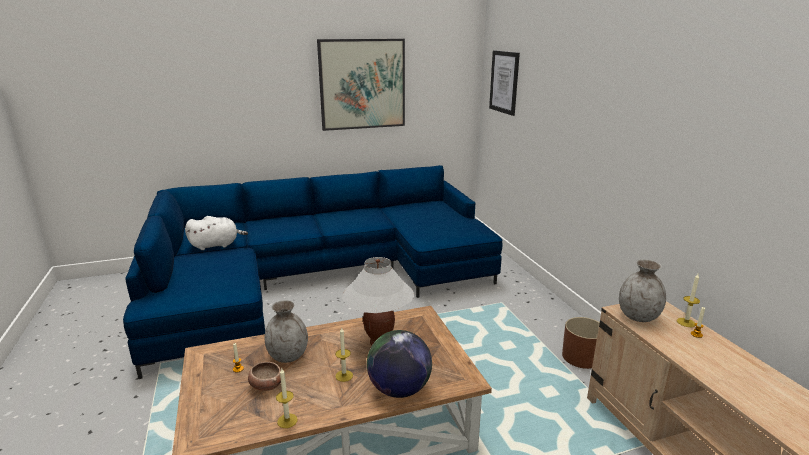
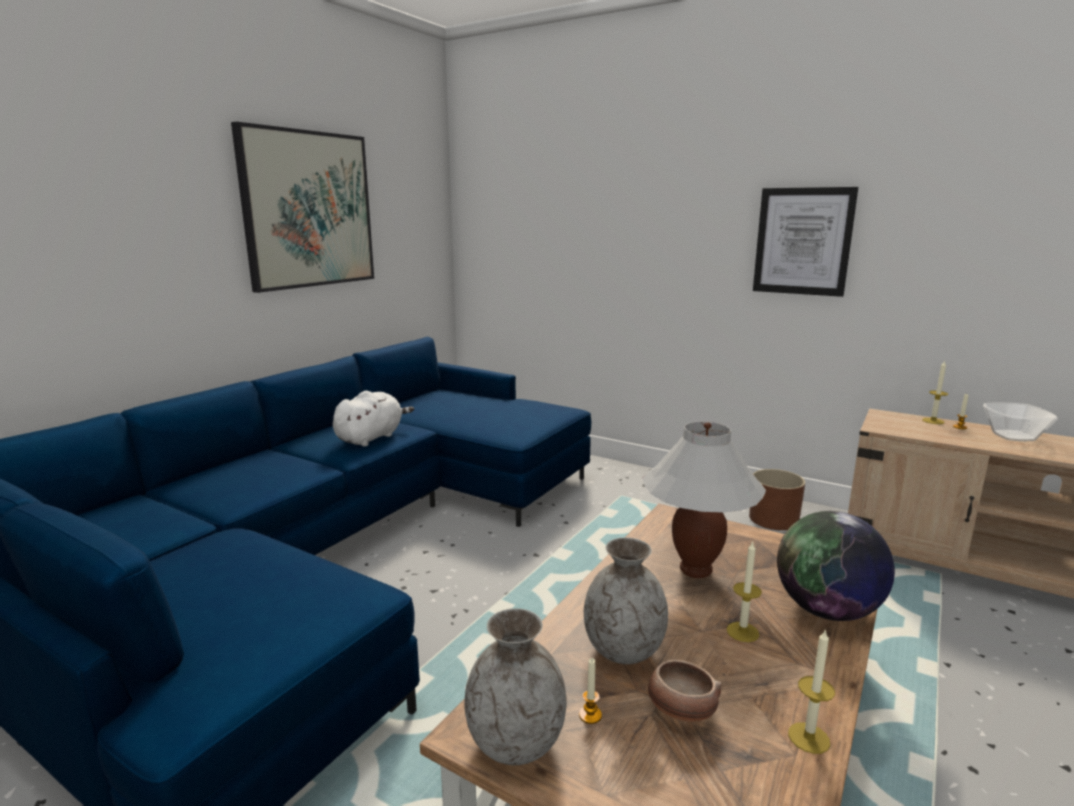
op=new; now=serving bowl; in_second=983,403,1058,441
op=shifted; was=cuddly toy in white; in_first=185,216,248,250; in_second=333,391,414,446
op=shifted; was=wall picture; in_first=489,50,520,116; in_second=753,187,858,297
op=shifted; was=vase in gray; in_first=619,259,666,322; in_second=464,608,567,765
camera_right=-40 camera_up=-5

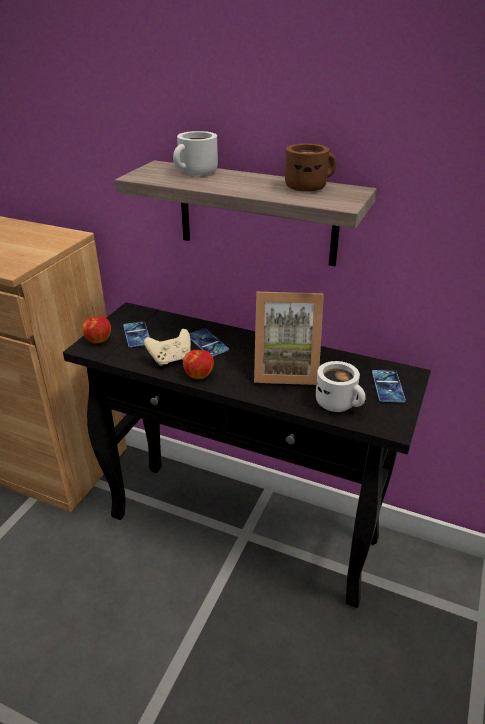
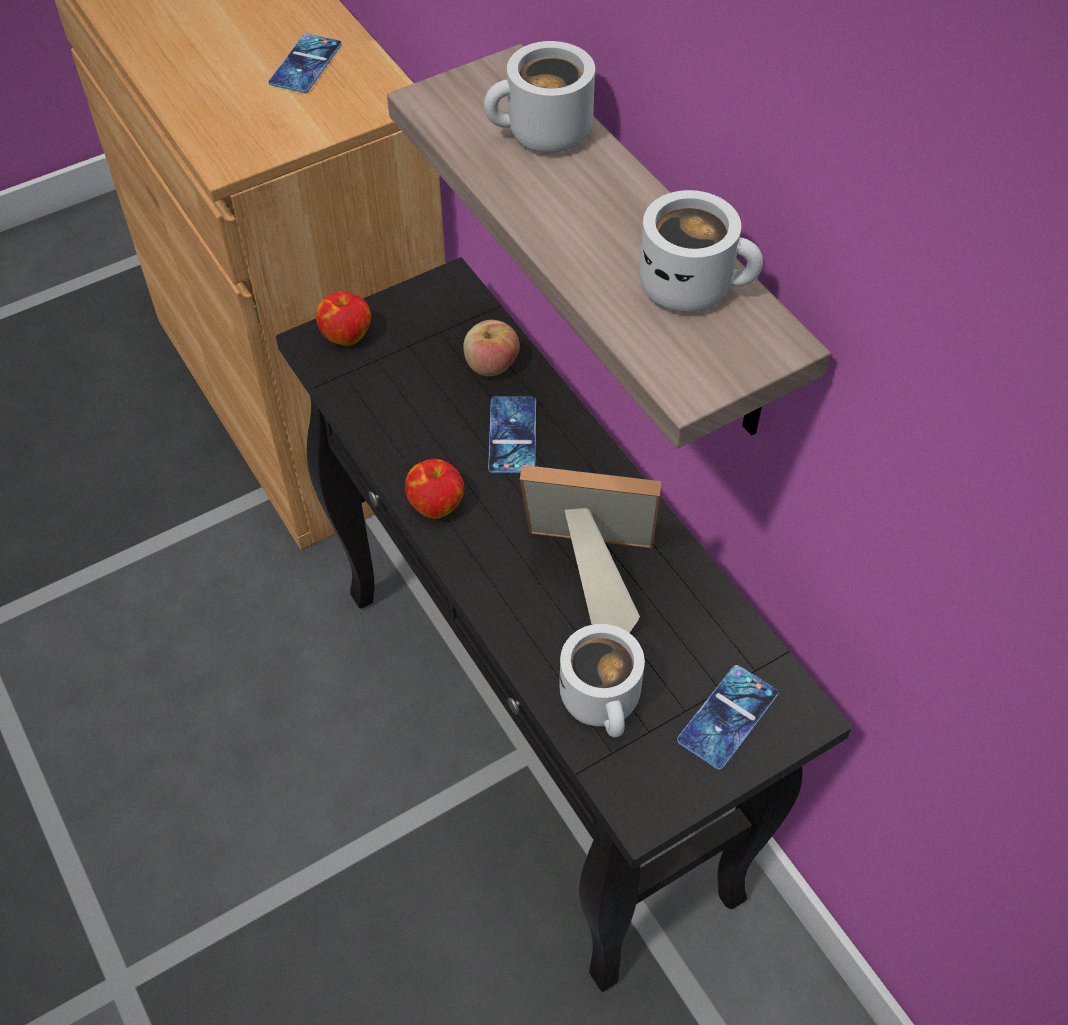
op=gone; was=gamepad in beige; in_first=144,329,191,366
op=new; now=apple fruit; in_second=463,320,520,376
op=shifted; was=handset; in_first=123,321,149,347; in_second=268,34,342,93
op=repainted; was=mug in brown; now=mug in white; in_first=285,143,337,192; in_second=639,190,763,312
op=rotated; was=photo frame; in_first=254,292,324,385; in_second=520,465,661,633; clockwise=150
camera_right=35 camera_up=20

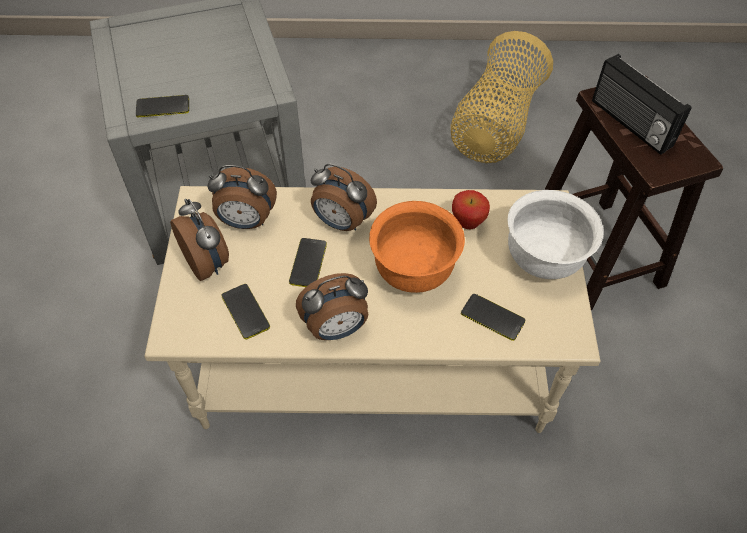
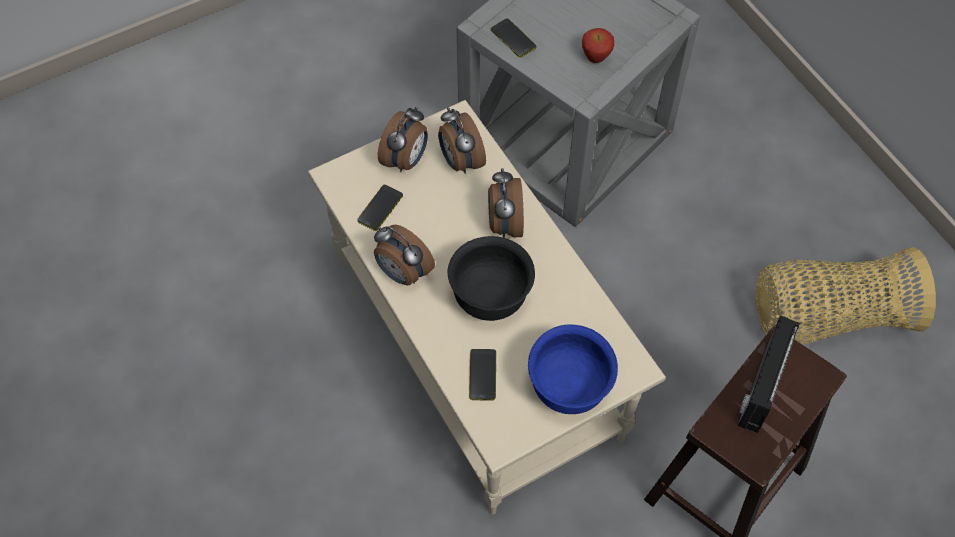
op=gone; was=handset; in_first=289,238,327,287
op=shifted; was=apple fruit; in_first=452,190,490,229; in_second=582,28,614,63
op=repainted; was=serving bowl in orangey; now=serving bowl in black-coloured; in_first=369,201,465,293; in_second=448,236,535,321
op=repainted; was=serving bowl in white; now=serving bowl in blue; in_first=508,190,603,279; in_second=528,324,618,414
camera_right=60 camera_up=5

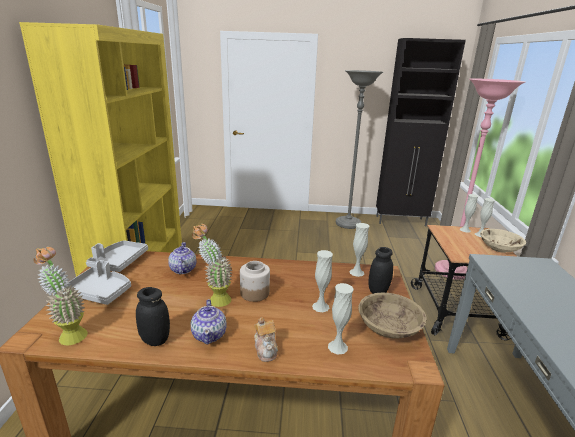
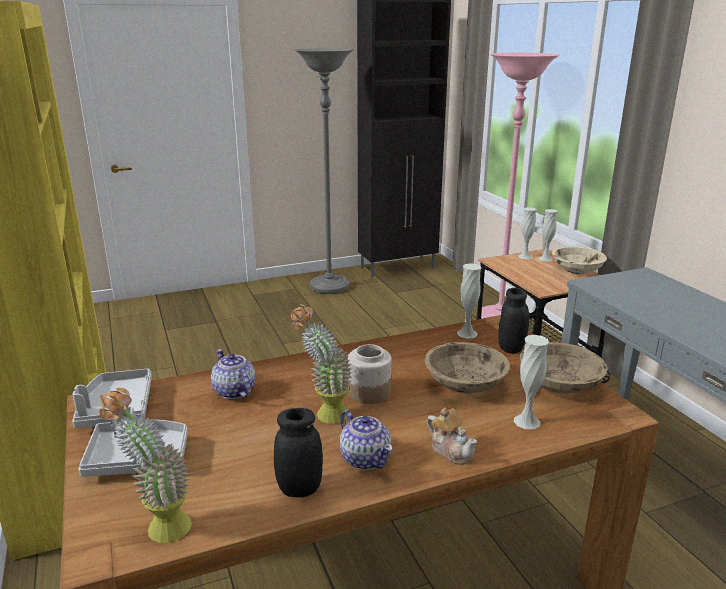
op=swapped; was=vase in white; now=serving bowl in beige; in_first=312,250,333,312; in_second=425,342,510,394
camera_right=-25 camera_up=0

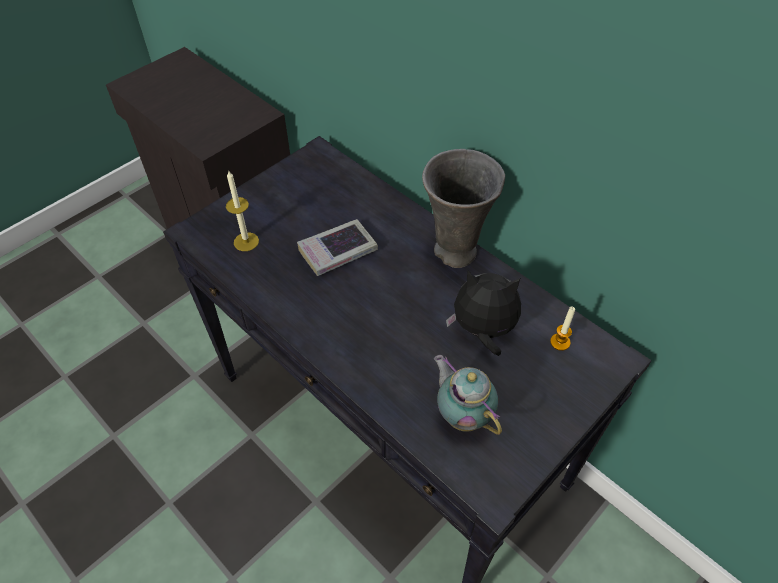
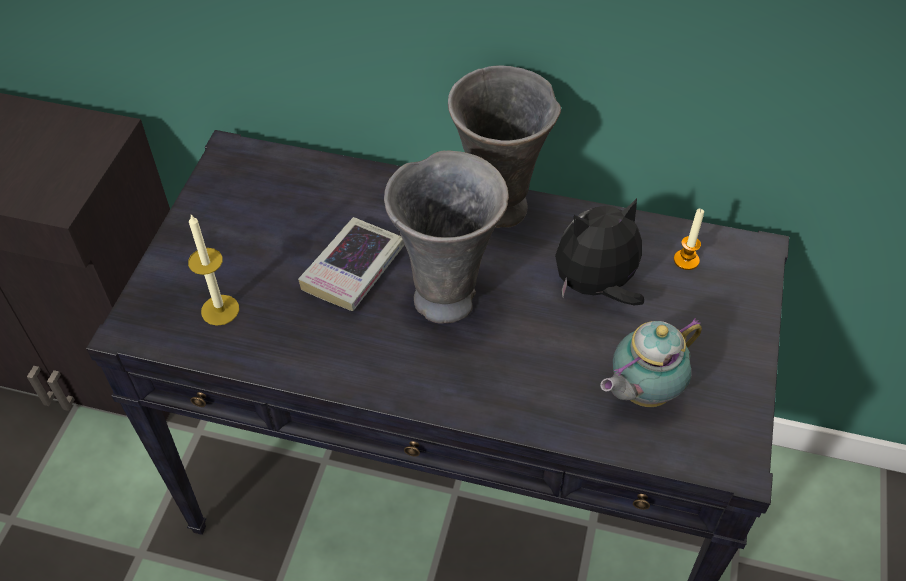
op=new; now=vase in gray; in_second=384,151,509,324
op=rotated; was=tea pot; in_first=434,355,502,435; in_second=600,318,702,407; clockwise=-60
camera_right=-30 camera_up=0

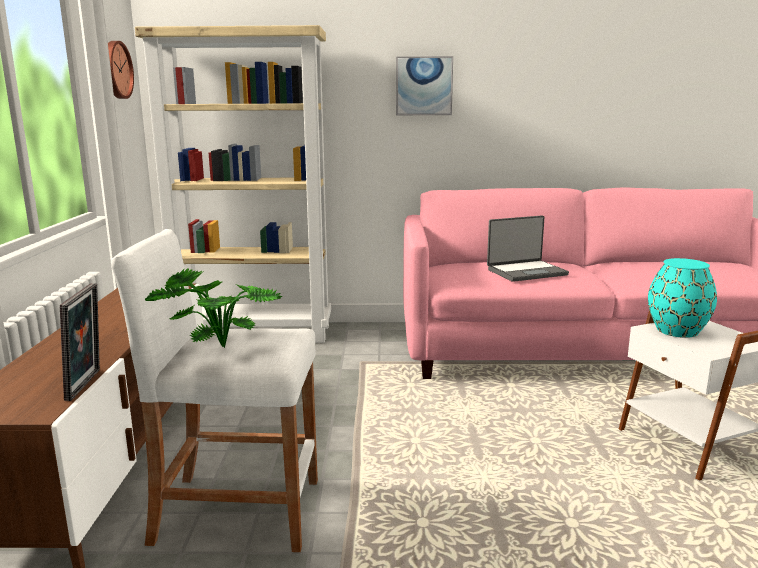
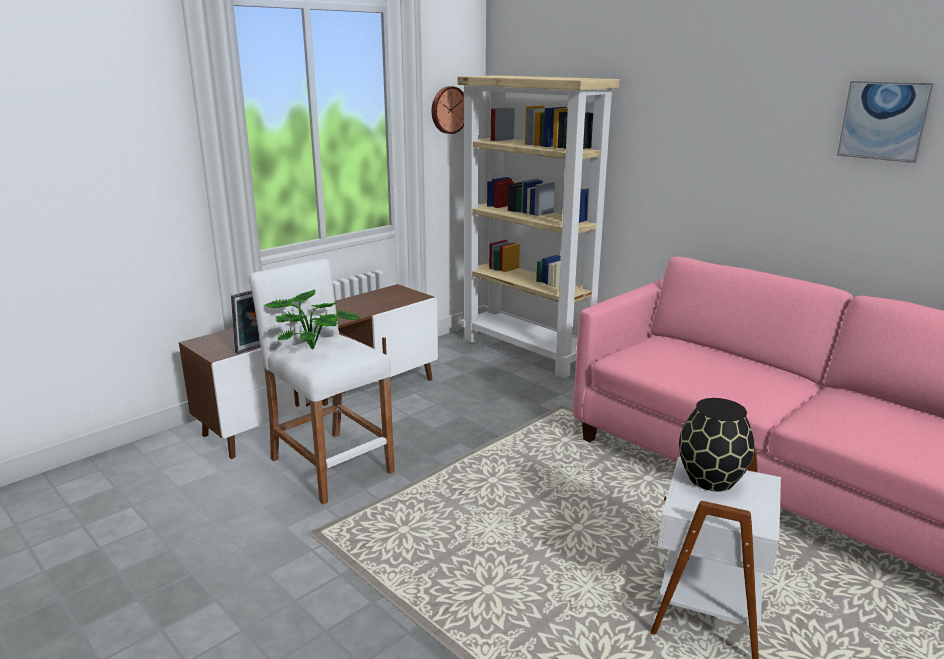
op=gone; was=notebook computer; in_first=487,216,569,282
op=shifted; was=wall picture; in_first=396,56,453,115; in_second=837,81,935,163
op=repainted; was=vase in blue-green; now=vase in black-coloured; in_first=648,258,717,338; in_second=679,398,754,492
camera_right=45 camera_up=5

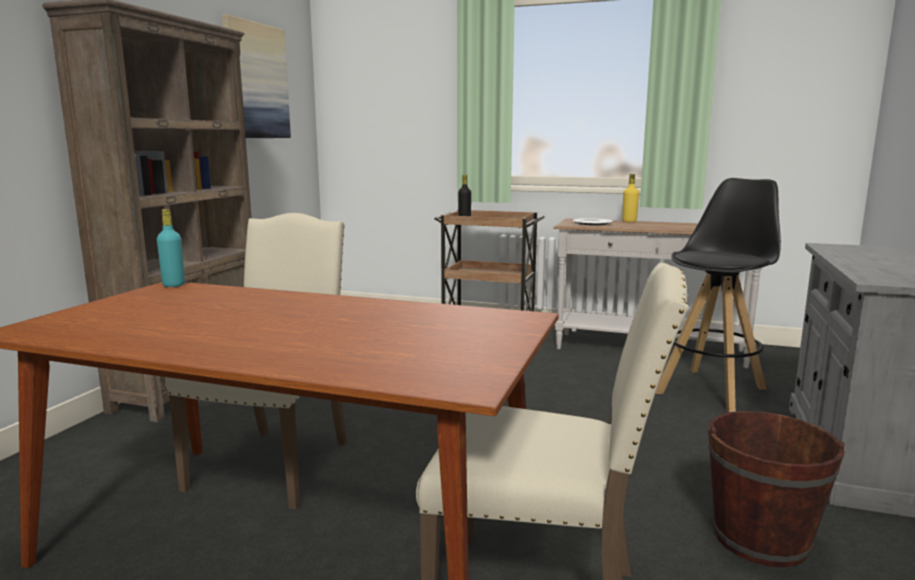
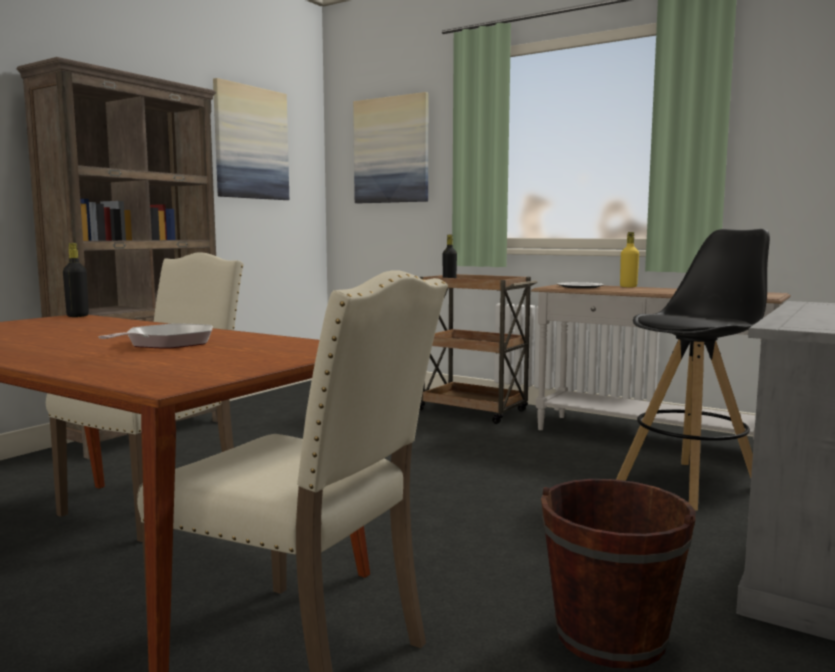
op=new; now=pan; in_second=98,323,213,349
op=new; now=wall picture; in_second=353,92,428,203
op=repainted; was=bottle in blue-green; now=bottle in black-coloured; in_first=157,209,185,287; in_second=63,243,89,317
camera_right=15 camera_up=-5

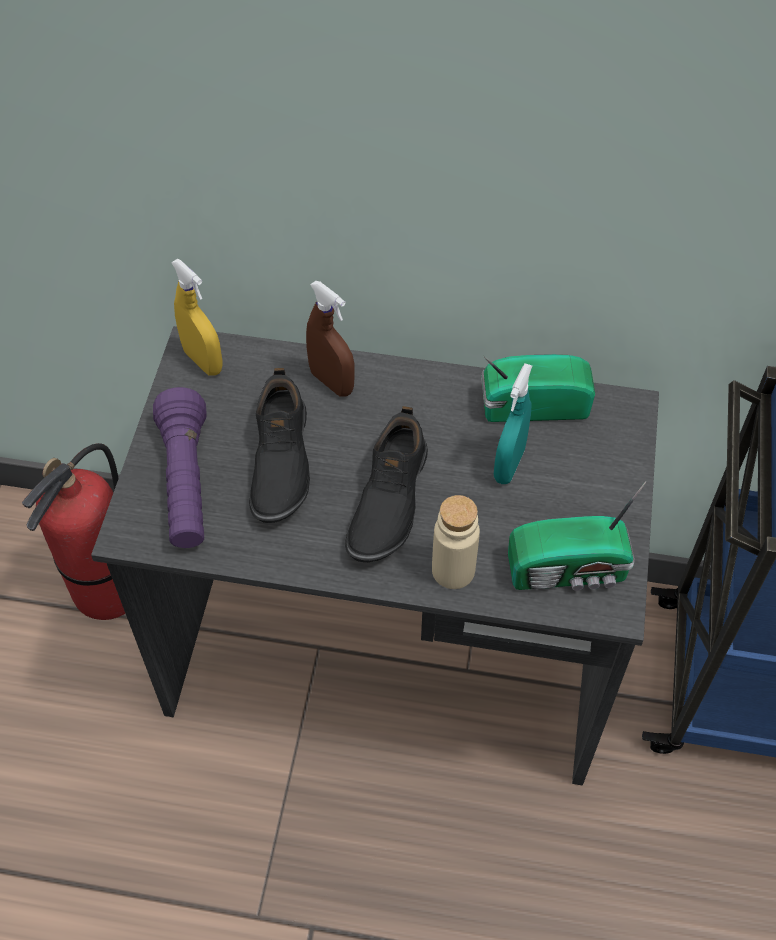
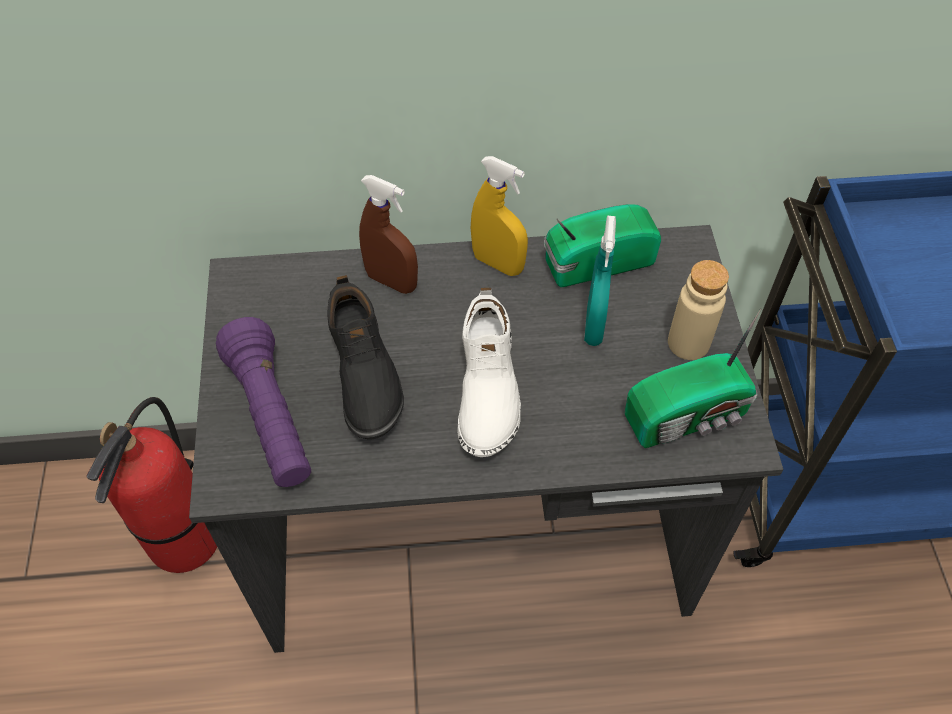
op=shifted; was=spray bottle in yellow; in_first=171,259,223,376; in_second=471,156,528,276
op=shifted; was=bottle in beige; in_first=432,495,480,589; in_second=668,260,729,360
op=repainted; was=shoe in black-coloured; now=shoe in white; in_first=345,406,428,562; in_second=457,288,521,457
camera_right=-15 camera_up=0

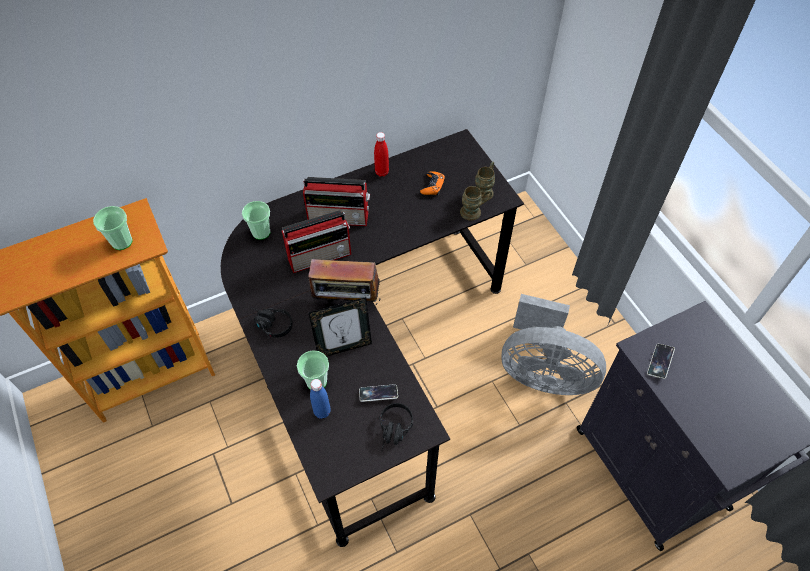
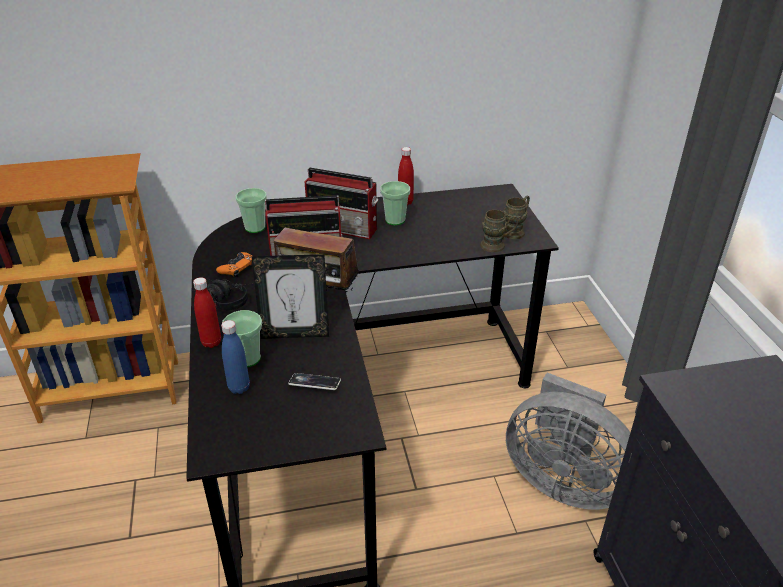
op=gone; was=pair of headphones in black-coloured; in_first=379,403,413,452
op=gone; was=handset; in_first=647,344,675,379
op=new; now=bottle in reddish; in_second=193,277,221,348
op=shifted; was=drinking cup; in_first=93,206,133,250; in_second=380,181,410,225
op=shifted; was=gamepad in orangey; in_first=420,171,445,195; in_second=216,252,252,278
camera_right=15 camera_up=-20

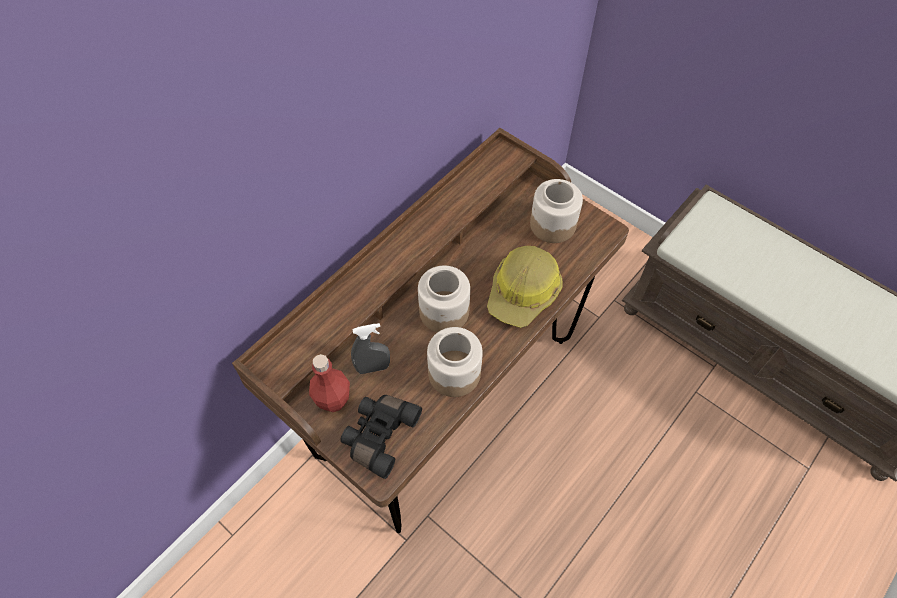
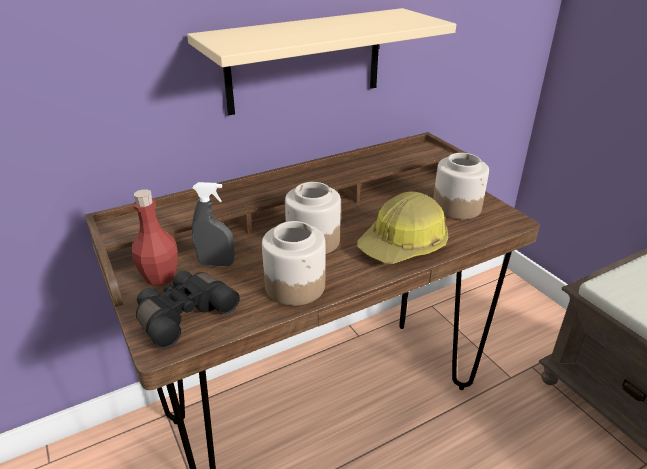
op=new; now=shelf in beige; in_second=187,8,456,115
camera_right=20 camera_up=-25

